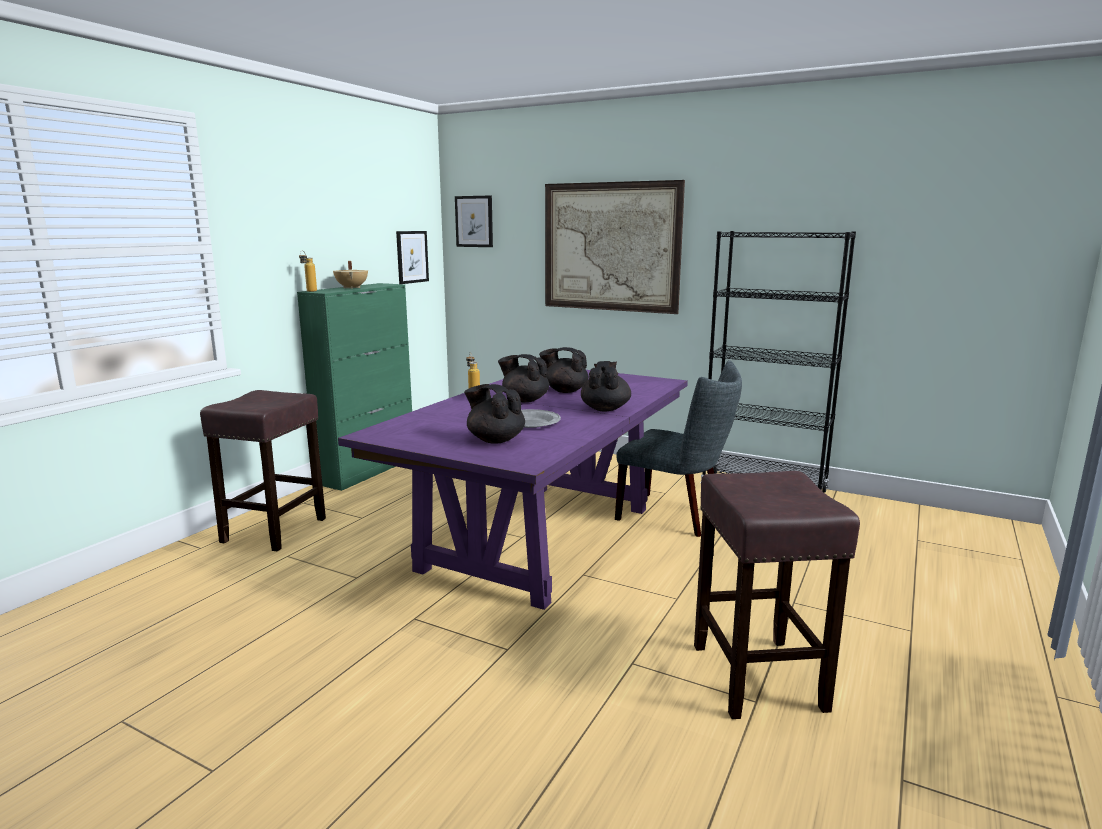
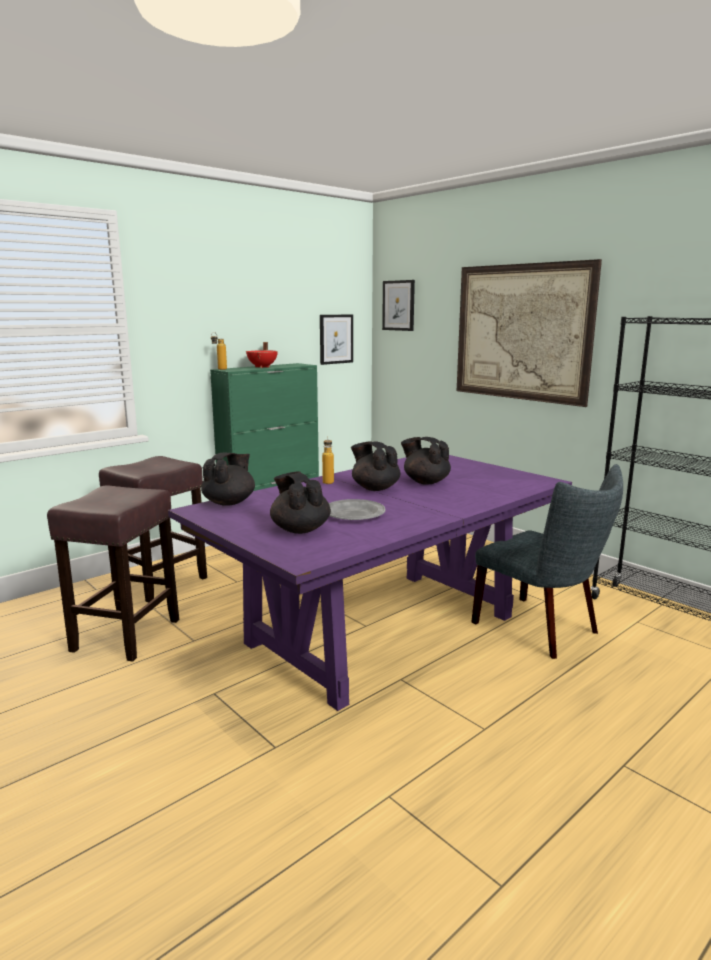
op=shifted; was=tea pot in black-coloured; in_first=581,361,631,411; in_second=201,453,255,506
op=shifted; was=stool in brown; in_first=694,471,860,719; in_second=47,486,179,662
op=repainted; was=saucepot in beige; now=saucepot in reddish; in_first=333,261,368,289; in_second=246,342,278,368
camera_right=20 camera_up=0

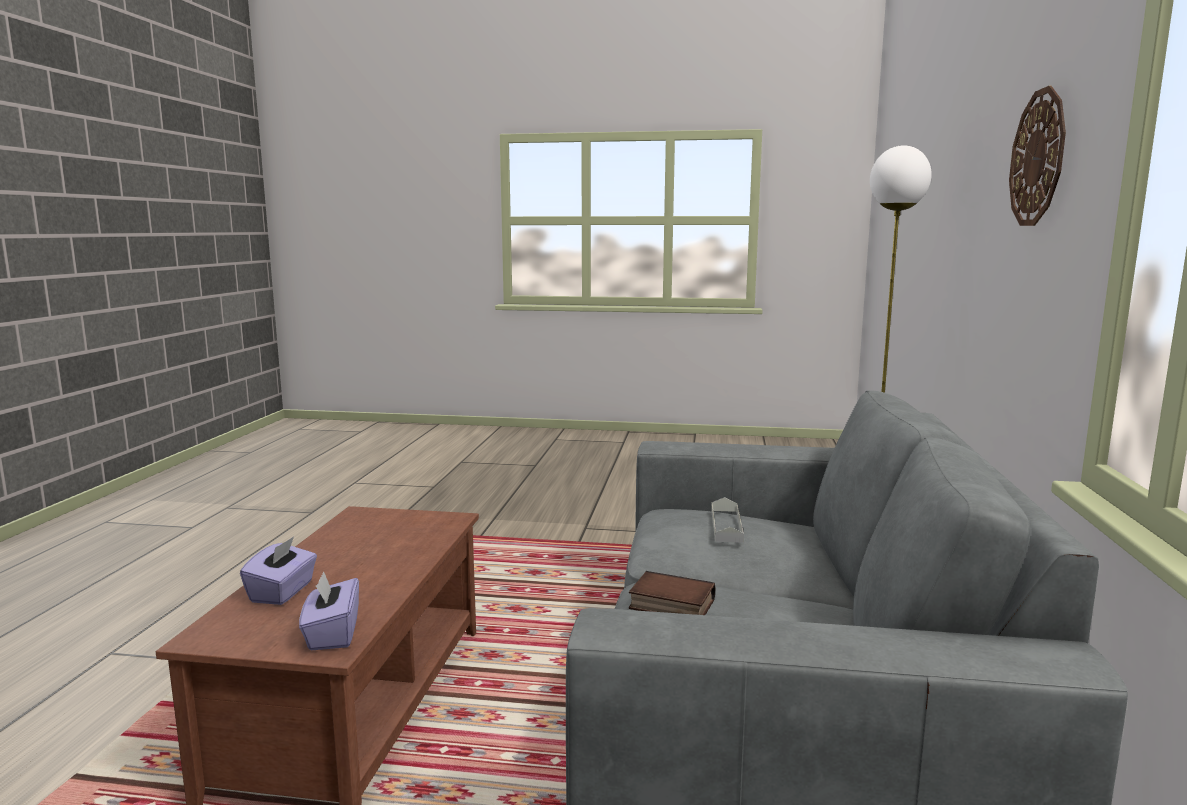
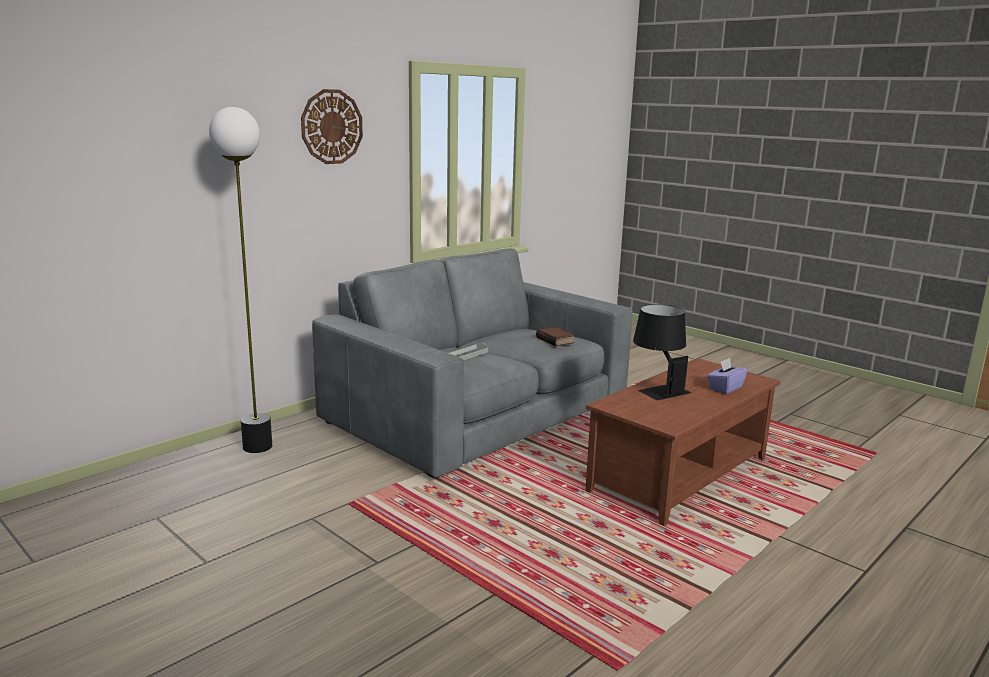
op=gone; was=tissue holder in purplish; in_first=299,571,359,650
op=new; now=table lamp in black-coloured; in_second=633,304,691,400
camera_right=-145 camera_up=5

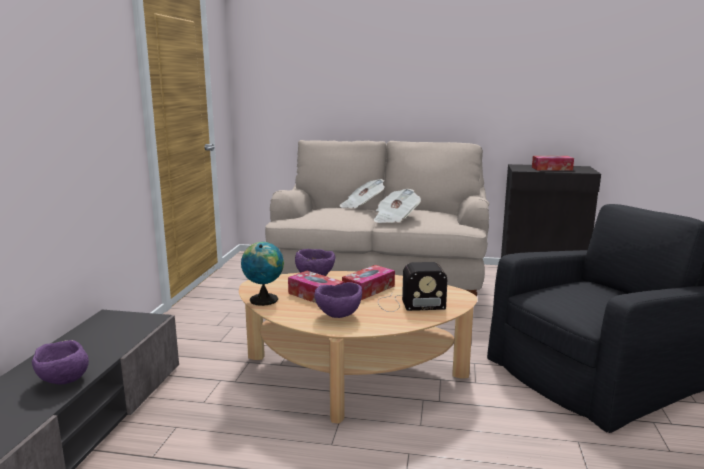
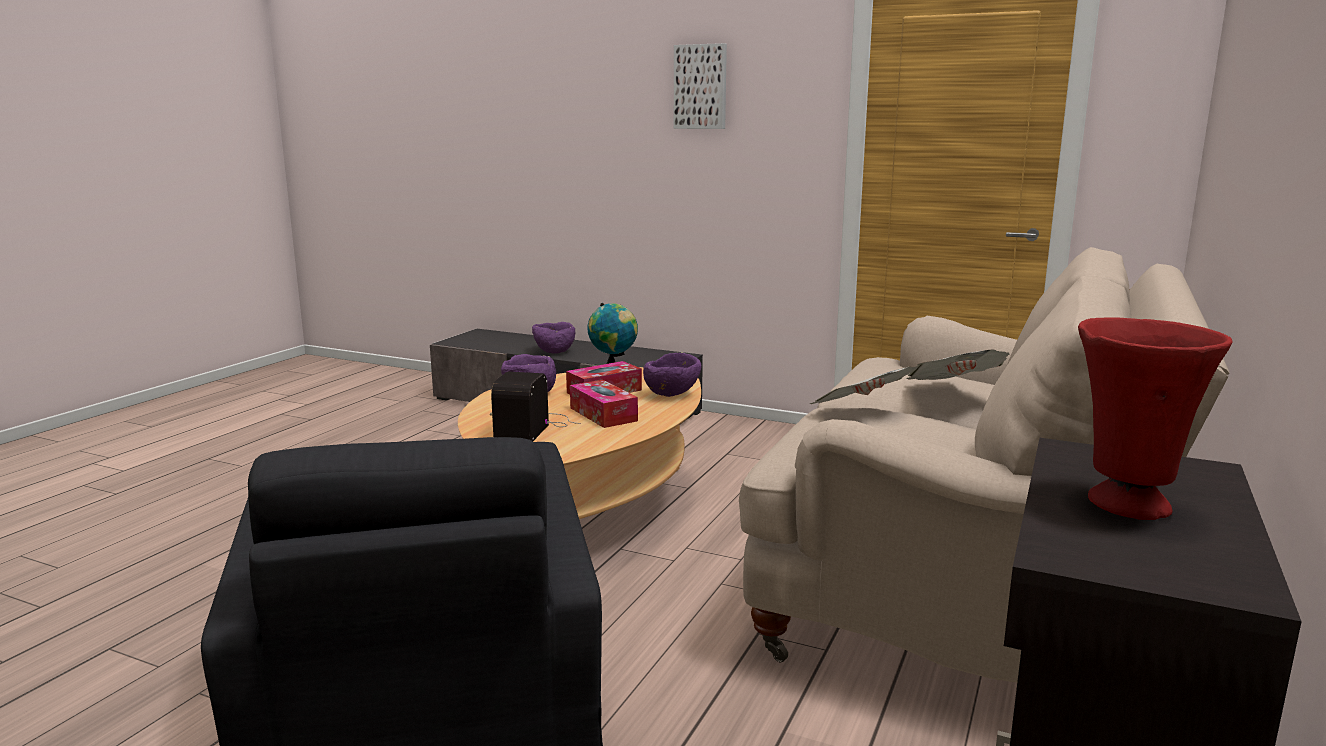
op=new; now=wall picture; in_second=674,43,727,129
op=swapped; was=tissue holder; now=vase in reddish; in_first=532,156,574,171; in_second=1078,317,1232,520
camera_right=105 camera_up=0

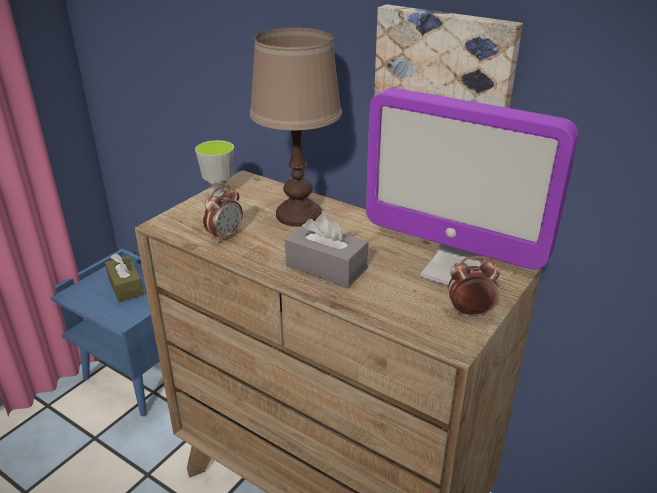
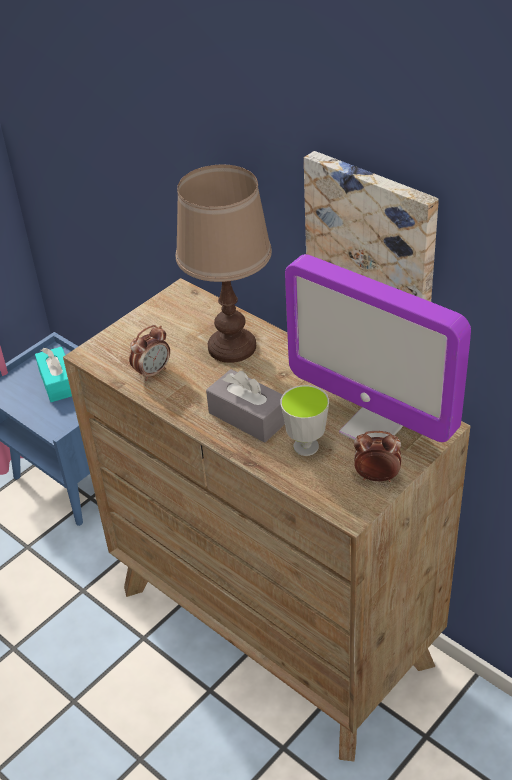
op=shifted; was=drinking cup; in_first=195,140,234,197; in_second=280,385,329,456
op=repainted; was=tissue holder in brown; now=tissue holder in blue-green; in_first=105,254,144,302; in_second=35,347,72,402
camera_right=10 camera_up=10

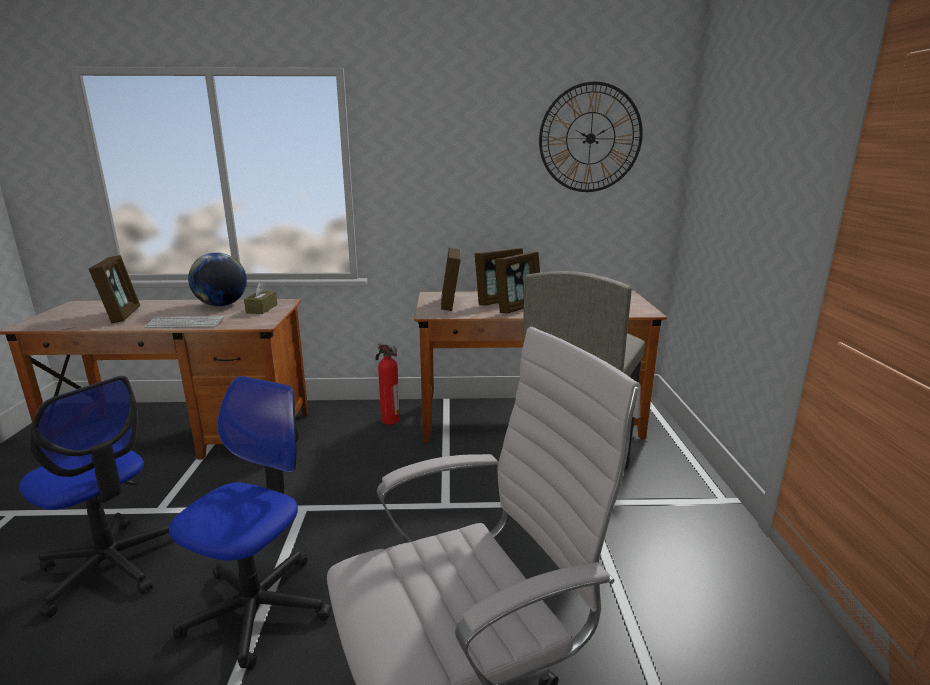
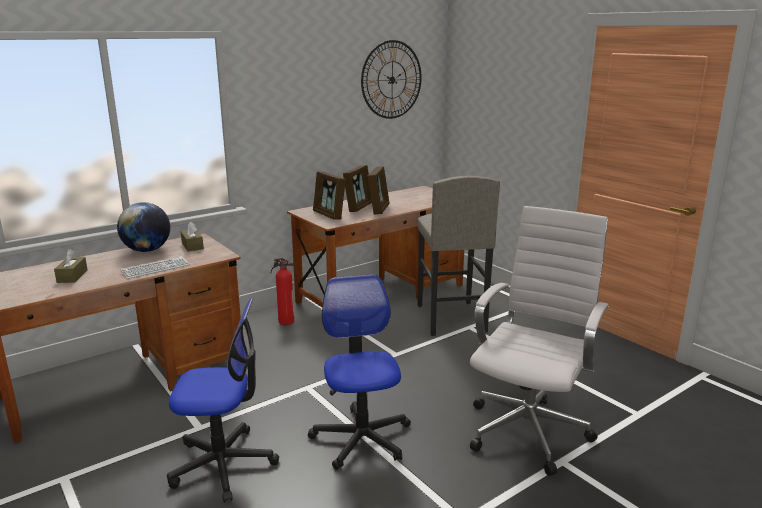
op=swapped; was=photo frame; now=tissue holder in brown; in_first=89,255,140,323; in_second=54,249,88,283
camera_right=-35 camera_up=0

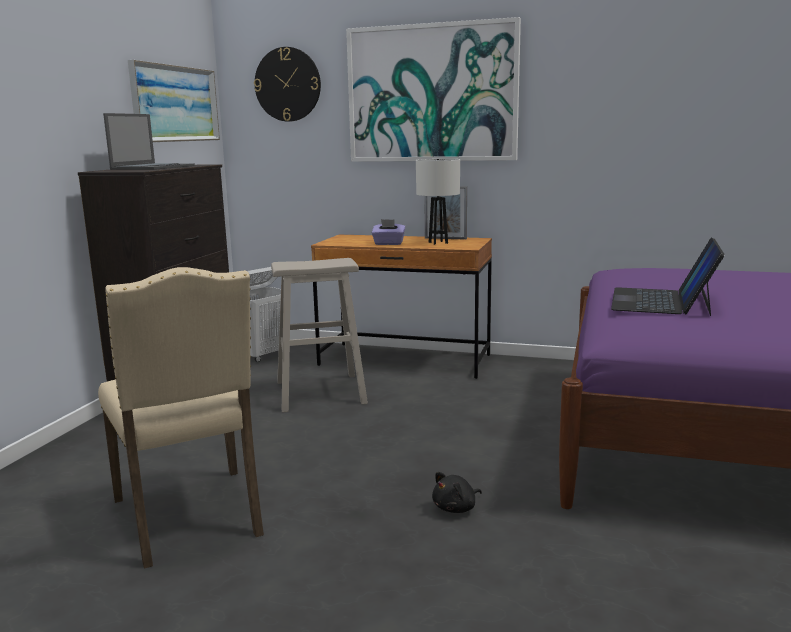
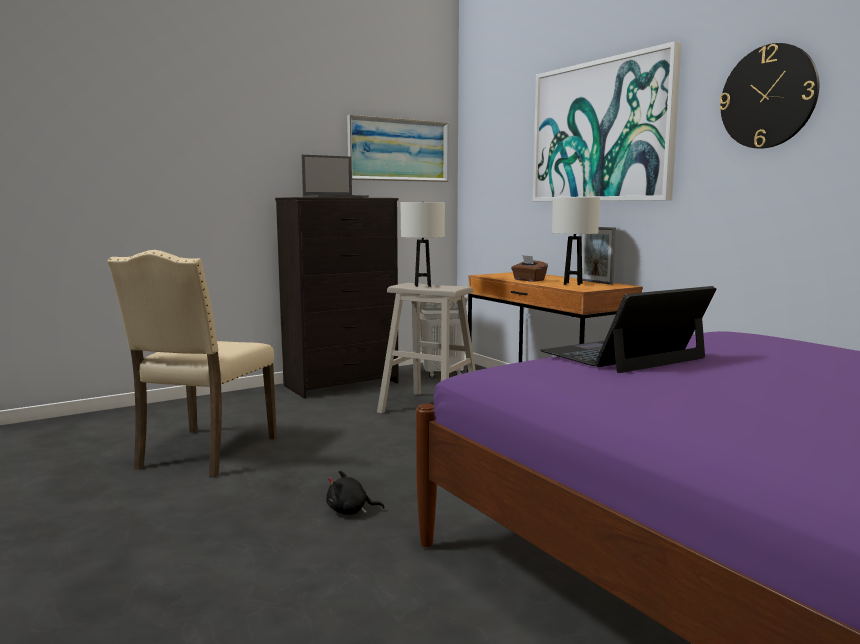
op=new; now=table lamp in white; in_second=401,202,445,287
op=shifted; was=wall clock; in_first=254,47,321,122; in_second=719,43,819,149
op=repainted; was=tissue holder in purplish; now=tissue holder in brown; in_first=372,219,406,245; in_second=511,255,548,282
camera_right=40 camera_up=-5

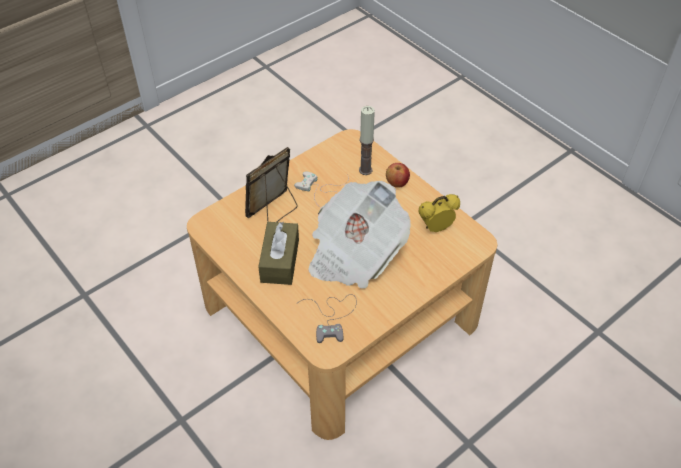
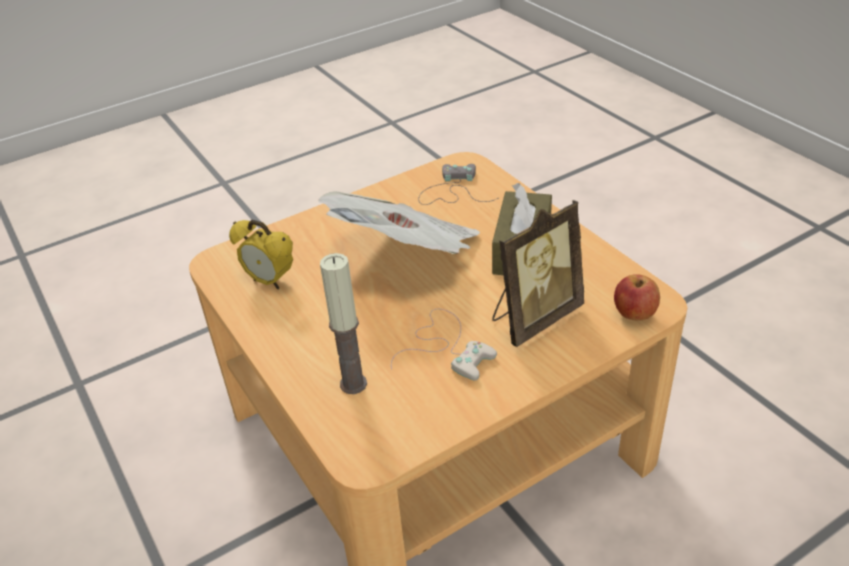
op=shifted; was=apple fruit; in_first=386,163,410,188; in_second=614,274,660,321
op=rotated; was=bedside clock; in_first=419,194,460,232; in_second=229,220,293,289; clockwise=45
camera_right=-170 camera_up=-10

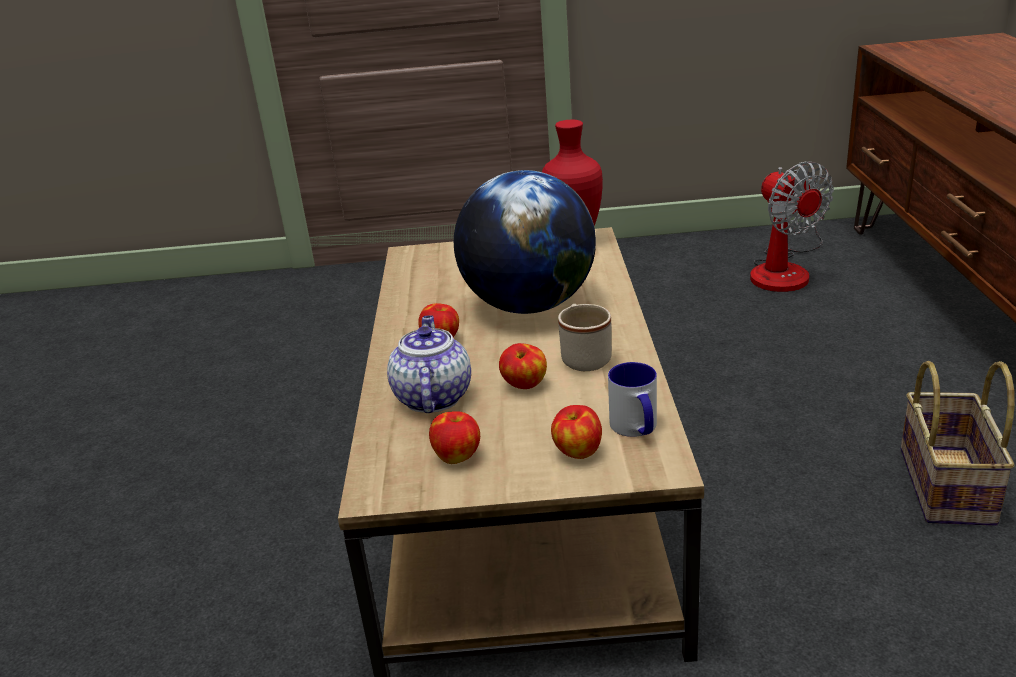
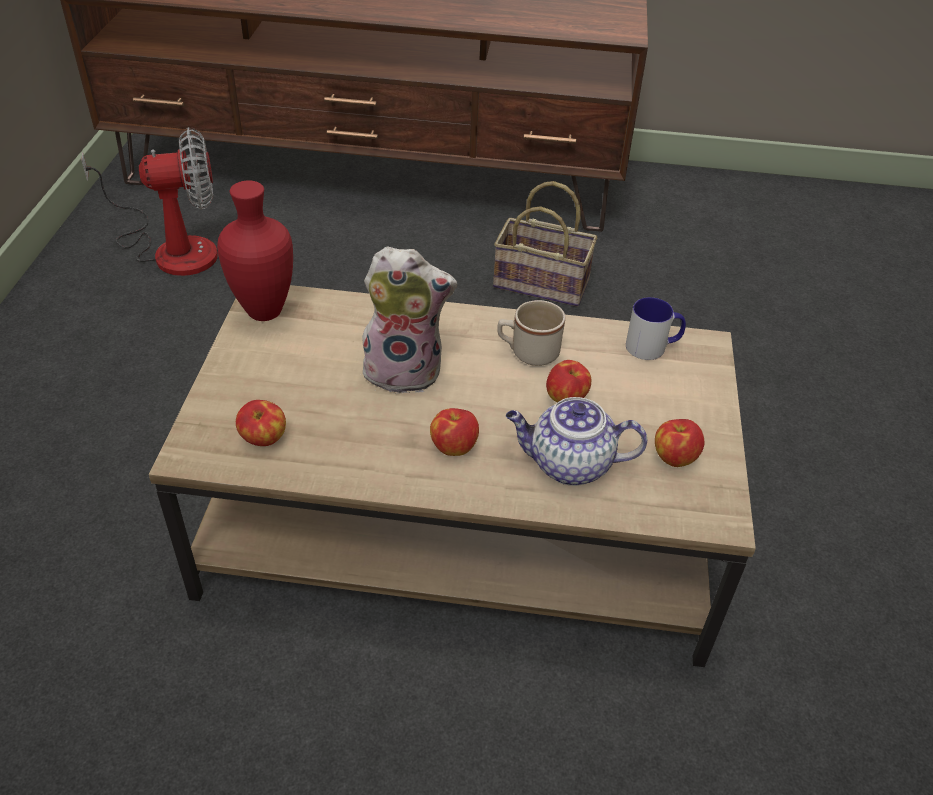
op=shifted; was=apple fruit; in_first=551,405,602,459; in_second=236,400,286,446
op=swapped; was=desk globe; now=cuddly toy; in_first=454,170,596,314; in_second=360,246,457,393
camera_right=-85 camera_up=15

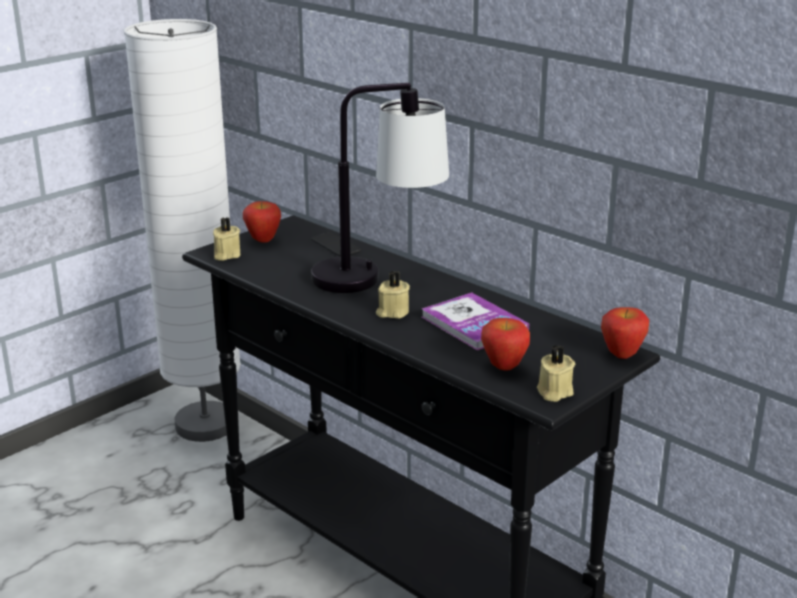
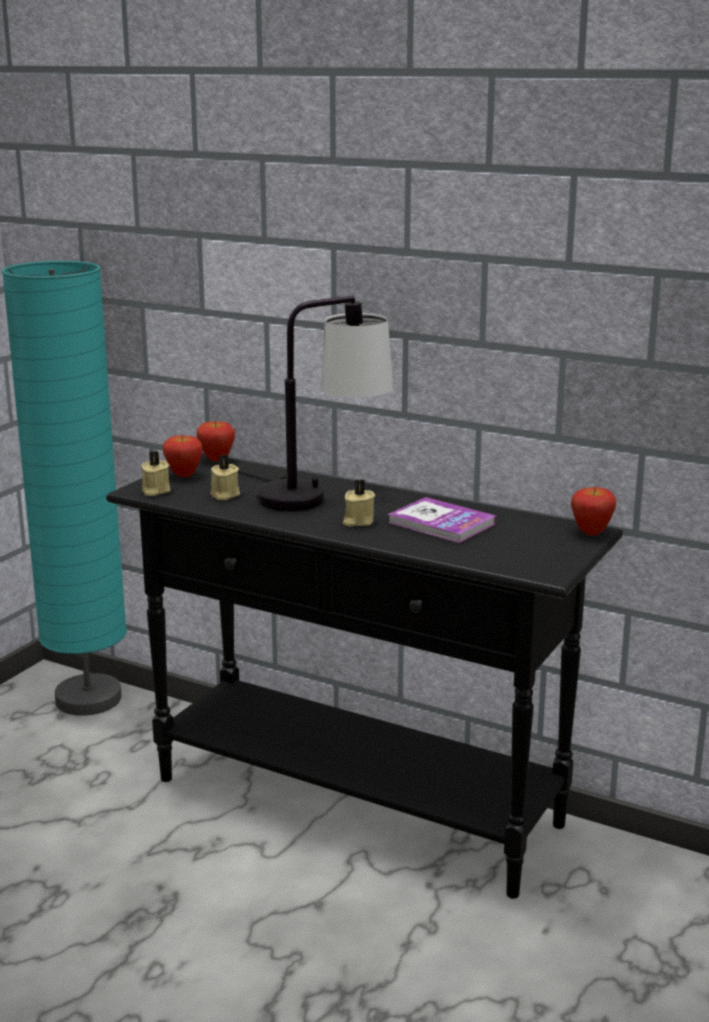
op=shifted; was=apple fruit; in_first=481,318,530,370; in_second=197,421,235,462
op=shifted; was=wax light in beige; in_first=537,345,575,402; in_second=210,455,240,500
op=repainted; was=standard lamp in white; now=standard lamp in blue-green; in_first=124,19,241,442; in_second=2,261,127,716
camera_right=-15 camera_up=-5

